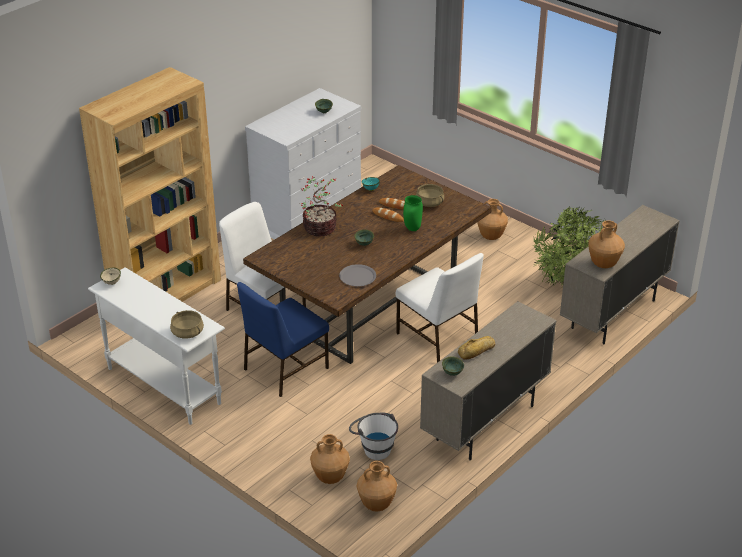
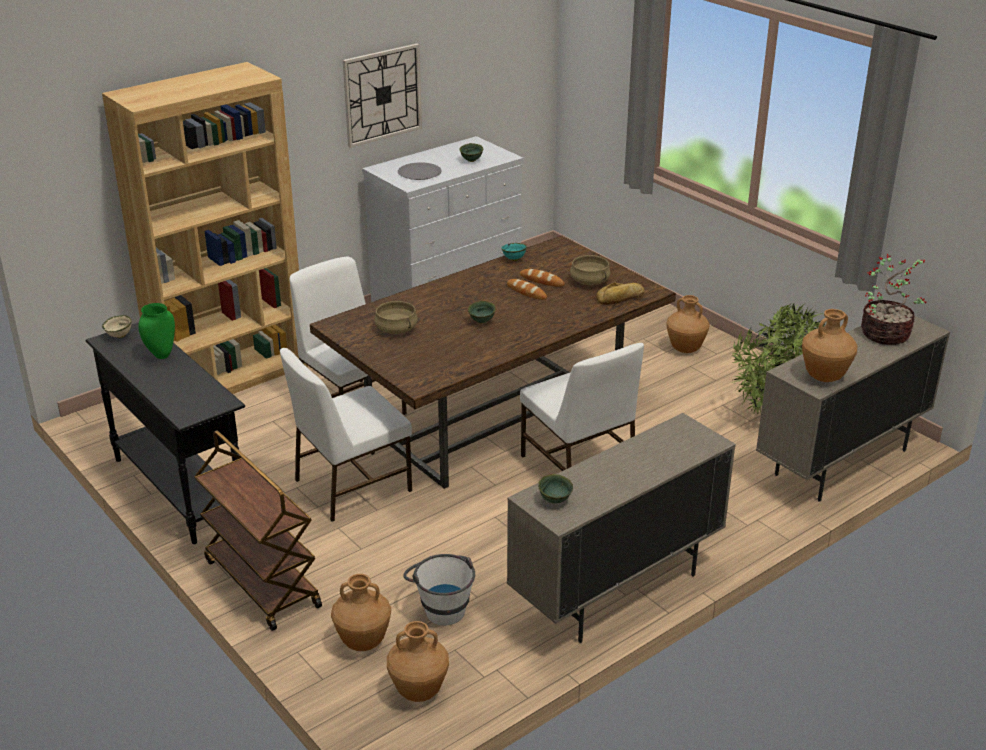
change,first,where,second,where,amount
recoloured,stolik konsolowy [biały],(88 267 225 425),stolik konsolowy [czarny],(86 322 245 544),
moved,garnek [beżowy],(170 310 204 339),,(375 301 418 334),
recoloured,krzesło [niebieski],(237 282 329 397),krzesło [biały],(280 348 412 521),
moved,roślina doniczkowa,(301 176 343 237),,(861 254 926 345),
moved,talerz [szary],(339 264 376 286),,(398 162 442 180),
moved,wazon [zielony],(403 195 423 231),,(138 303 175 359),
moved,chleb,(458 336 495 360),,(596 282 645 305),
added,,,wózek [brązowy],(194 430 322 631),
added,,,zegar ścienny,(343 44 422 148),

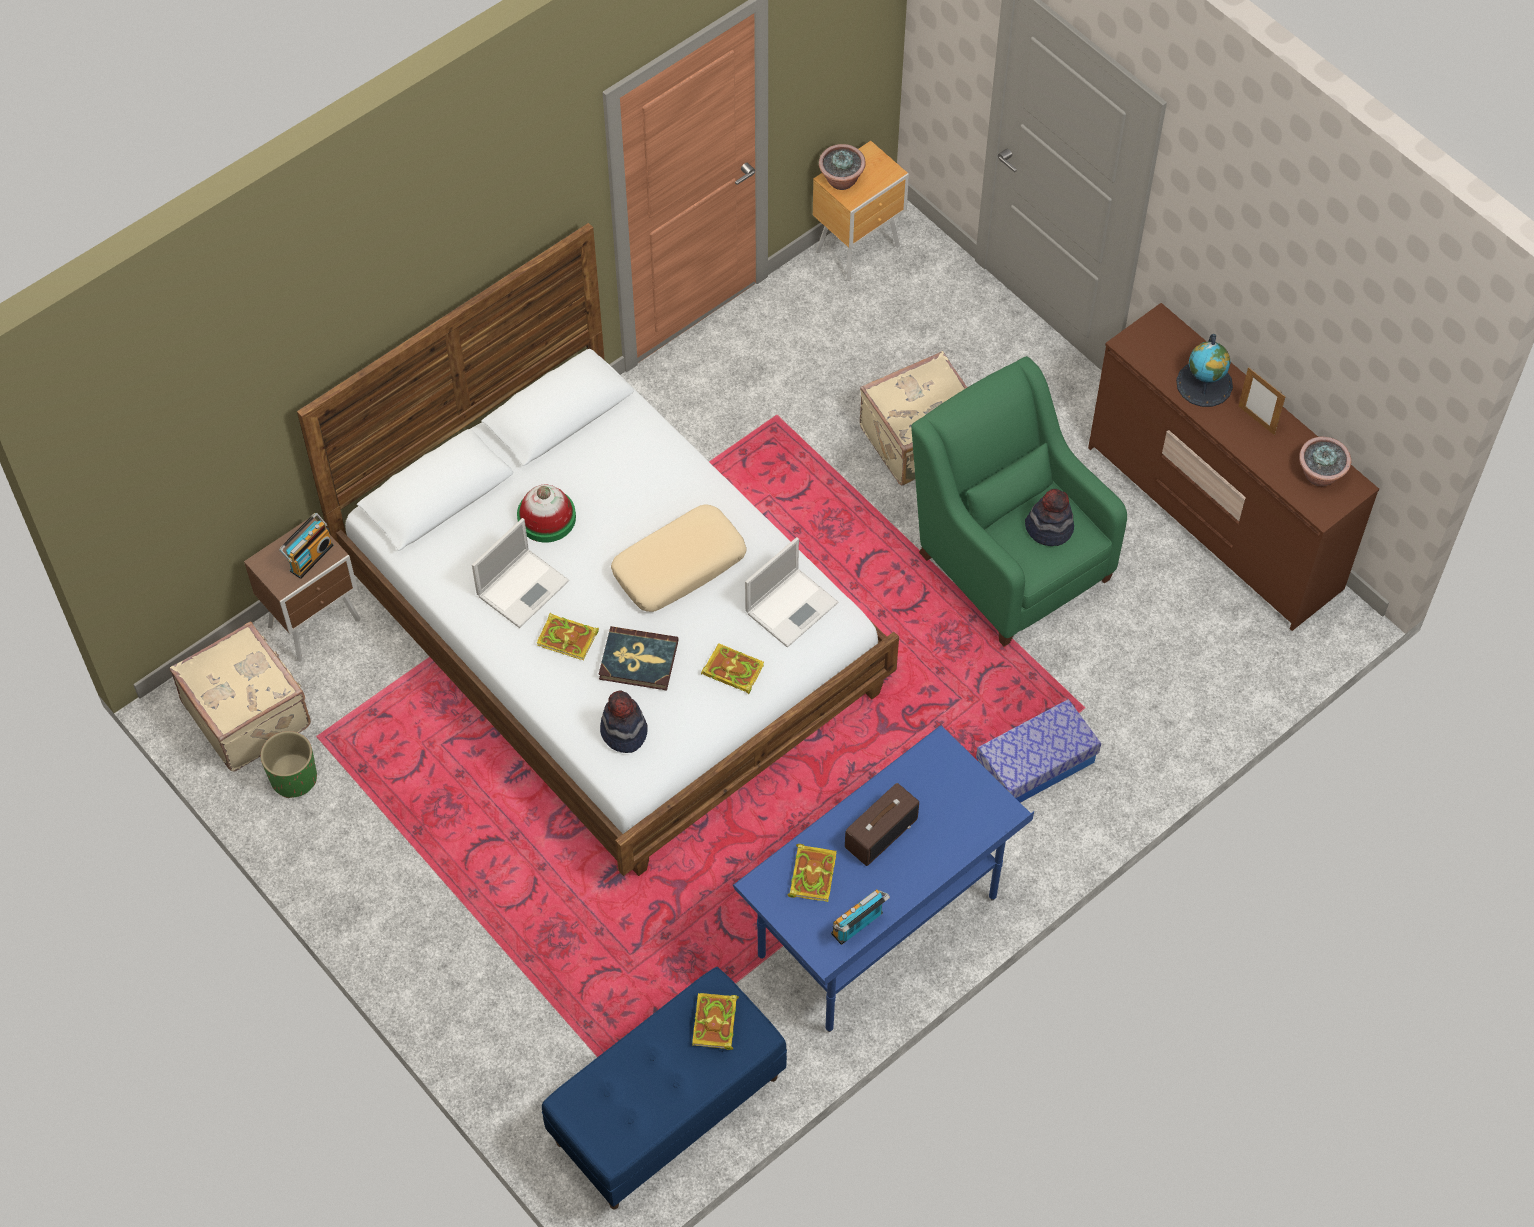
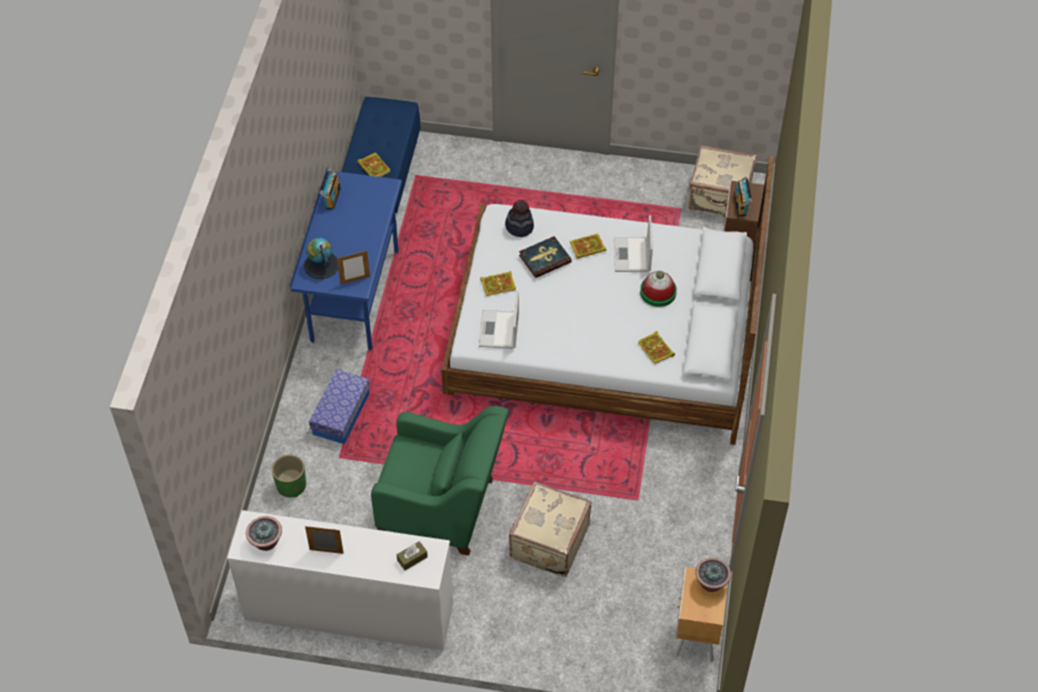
change,first,where,second,where,amount
moved,donica [zielony],(260 731 317 798),,(272 454 306 498),
removed,poduszka [beżowy],(611 505 747 612),,,
moved,książka,(788 844 837 902),,(638 331 675 364),
removed,radio,(845 783 919 866),,,
removed,kapelusz,(1025 489 1074 546),,,
recoloured,komoda [brązowy],(1088 303 1379 631),komoda [biały],(227 510 453 650),
moved,globus,(1176 334 1233 407),,(304 238 338 279),
added,,,ramka na zdjęcie,(337 251 370 284),
added,,,pudełko chusteczek [brązowy],(397 541 428 570),

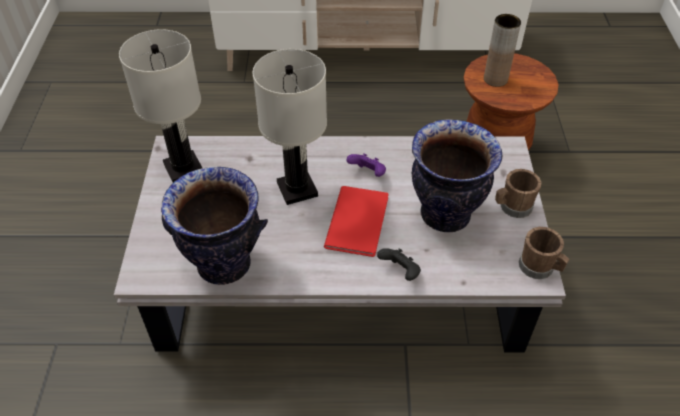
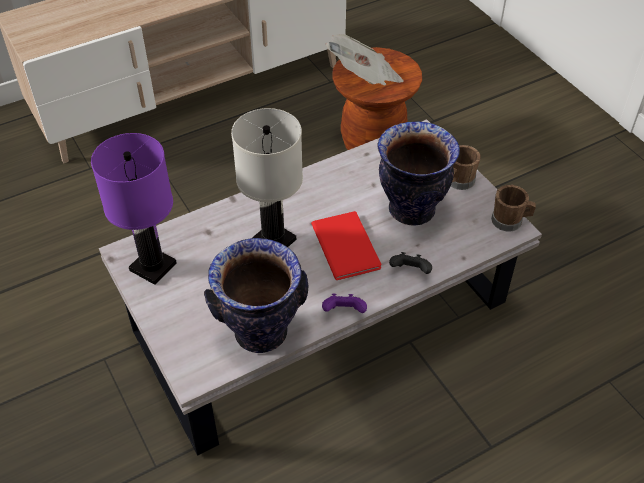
change,first,where,second,where,amount
recoloured,lampa stołowa [biały],(119 29 202 182),lampa stołowa [fioletowy],(91 133 177 285),
moved,pad do gier [fioletowy],(347 153 386 177),,(322 294 367 313),
replaced,wazon [brązowy],(484 14 521 87),gazeta,(325 34 404 86),

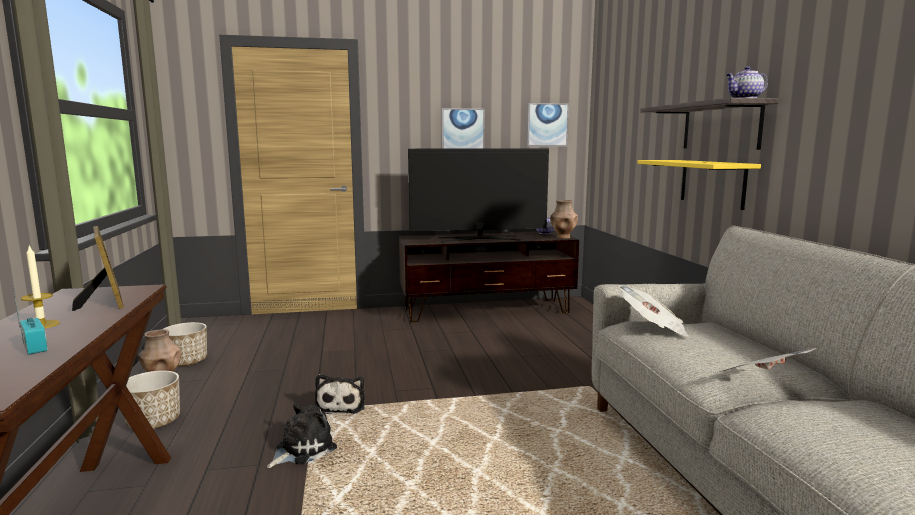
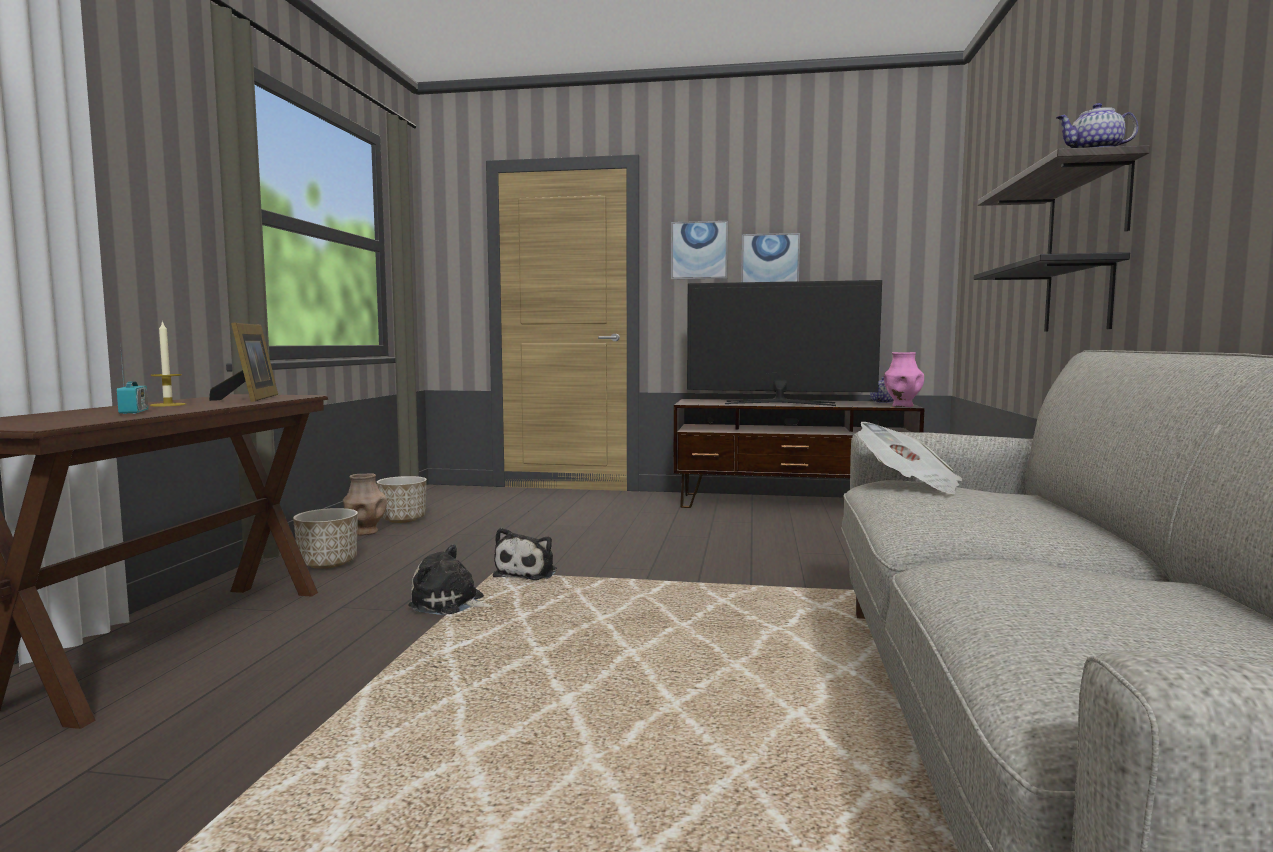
change,first,where,second,where,amount
turned,pluszak,(267 403 337 468),,(408 544 494 615),135 degrees counterclockwise
moved,obraz,(527 103 569 147),,(671 221 728 280),
recoloured,wazon [brązowy],(550 200 578 239),wazon [różowy],(884 352 924 407),
recoloured,półka [żółty],(637 160 761 210),półka [czarny],(974 252 1130 332),
removed,gazeta,(715 348 818 373),,,

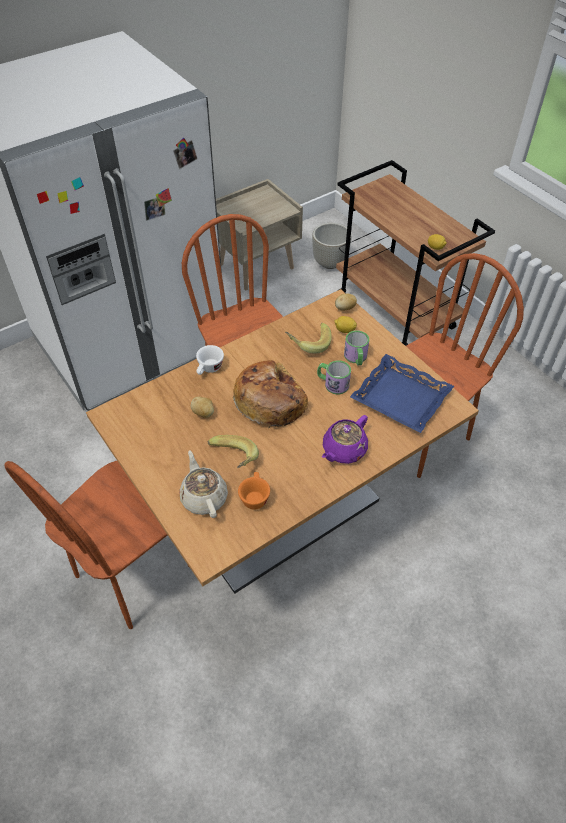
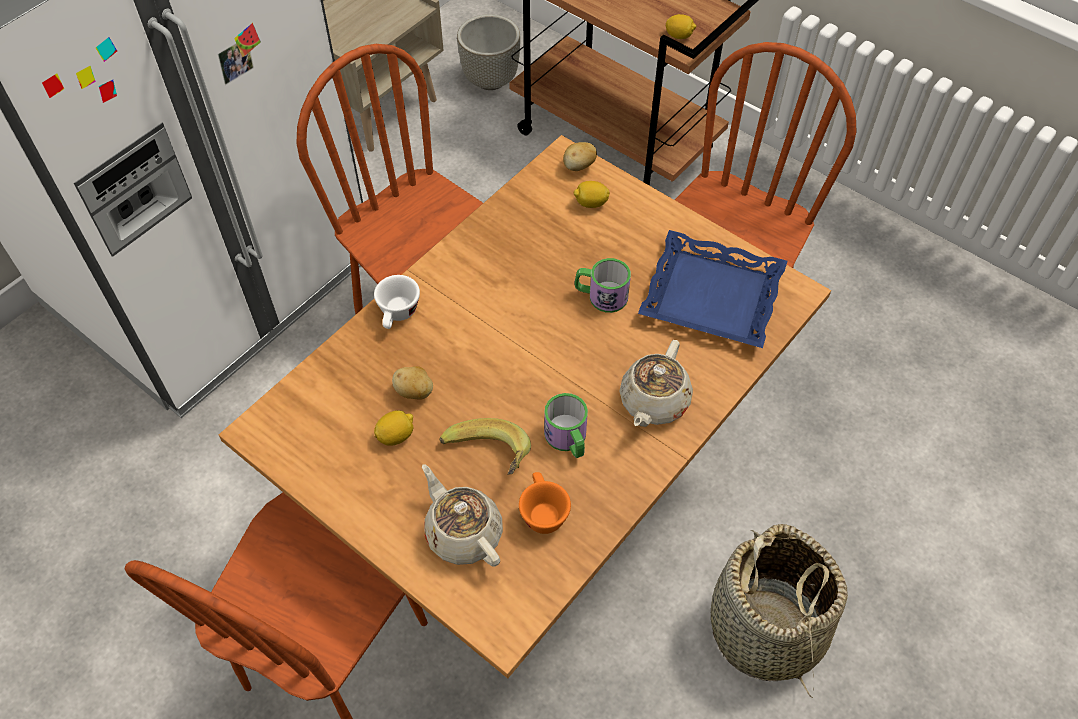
change,first,where,second,where,amount
removed,chleb,(233 360 308 428),,,
removed,banan,(285 323 332 354),,,
recoloured,imbryk [fioletowy],(322 415 368 464),imbryk [beżowy],(620 340 693 427),
moved,kubek,(344 330 369 365),,(544 393 588 458),
added,,,cytryna,(374 410 413 446),
added,,,koszyk,(711 524 848 698),

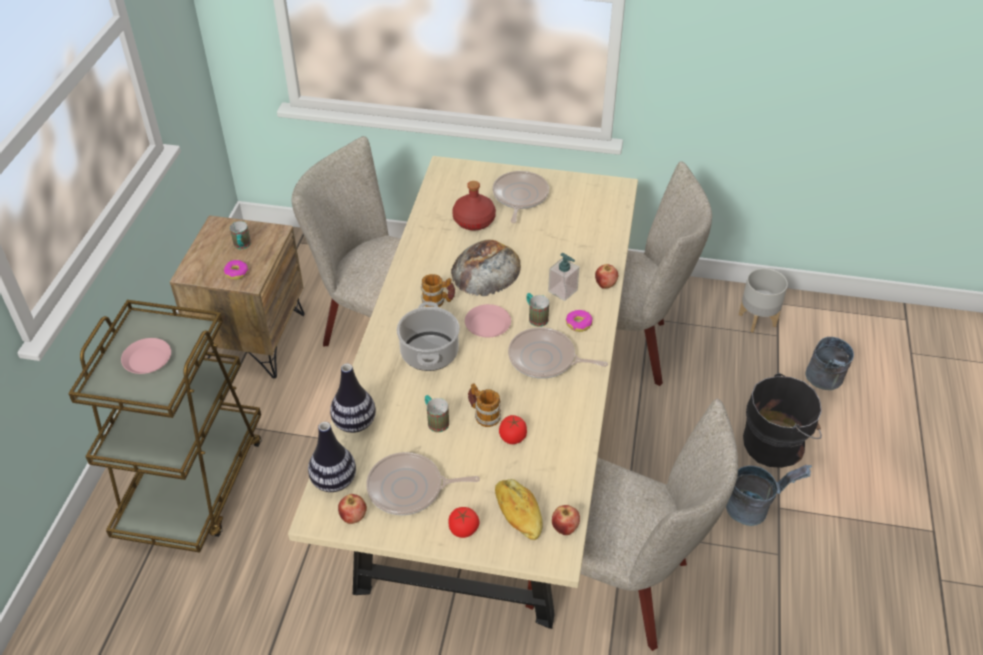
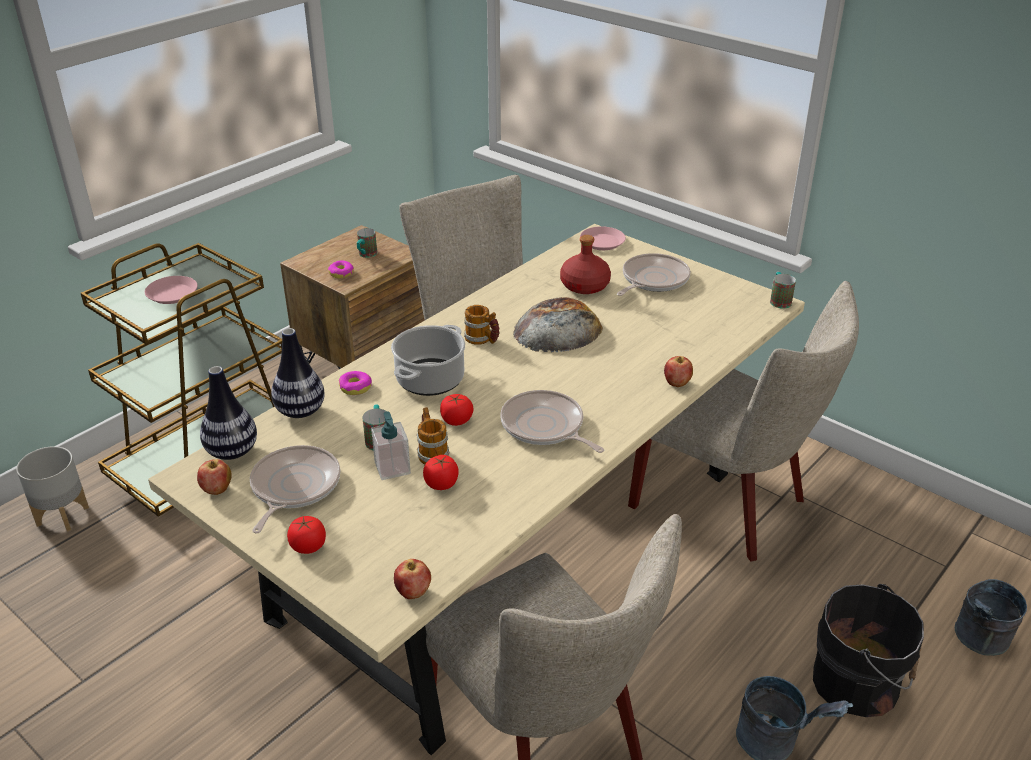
change,first,where,second,where,amount
turned,patelnia,(366 452 480 515),,(250 445 341 533),75 degrees clockwise
moved,talerz [różowy],(465 304 511 337),,(580 226 626 250),
removed,chleb,(495 479 543 540),,,
moved,kubek,(526 293 549 327),,(770 272 796 309),
moved,dozownik mydła,(548 253 580 301),,(371 411 411 480),
moved,donut,(566 310 593 332),,(339 371 372 395),
moved,donica [szary],(739 268 788 333),,(16 446 89 532),
added,,,pomidor,(440 394 474 426),

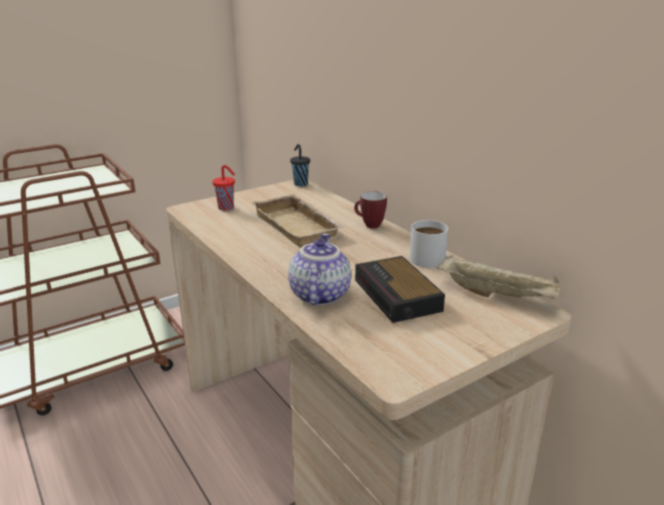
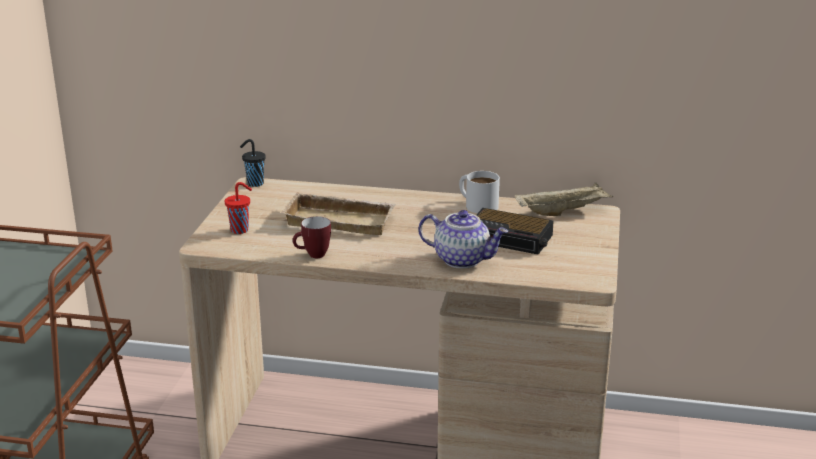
change,first,where,second,where,amount
turned,imbryk,(288 233 351 305),,(418 210 508 269),150 degrees clockwise
moved,kubek,(354 191 387 229),,(293 216 331 258),

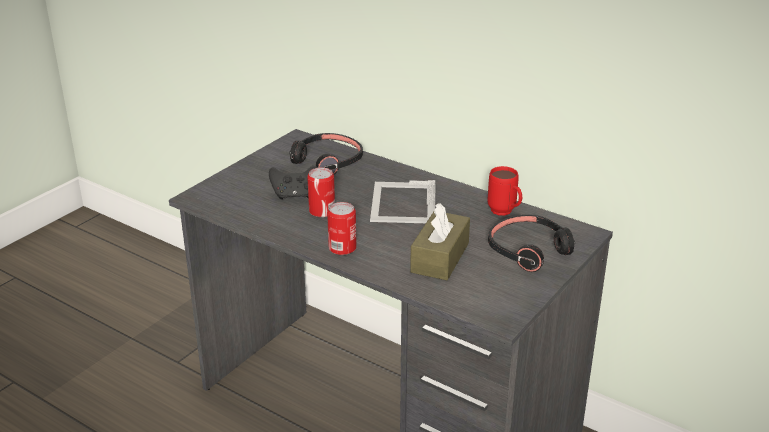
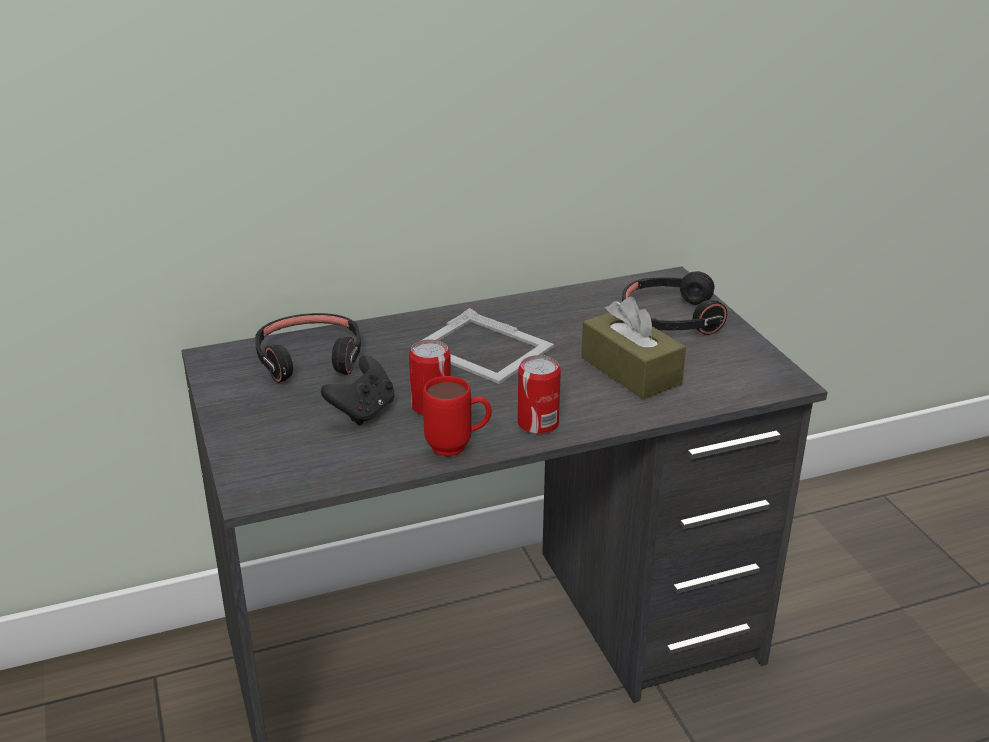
change,first,where,second,where,amount
moved,kubek [czerwony],(488 166 522 216),,(423 376 492 457),

